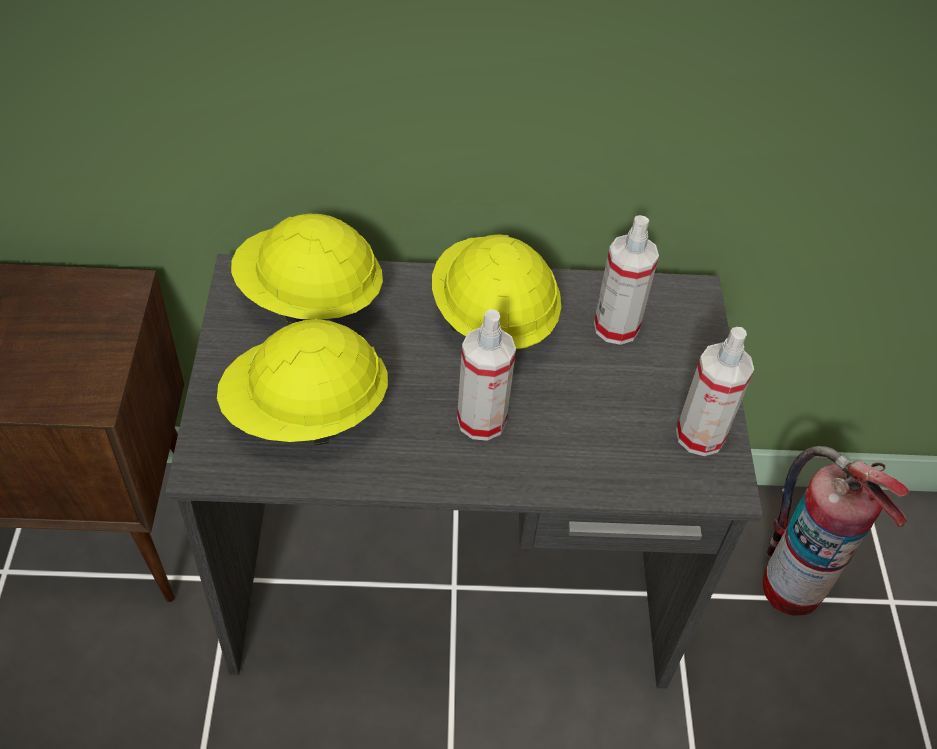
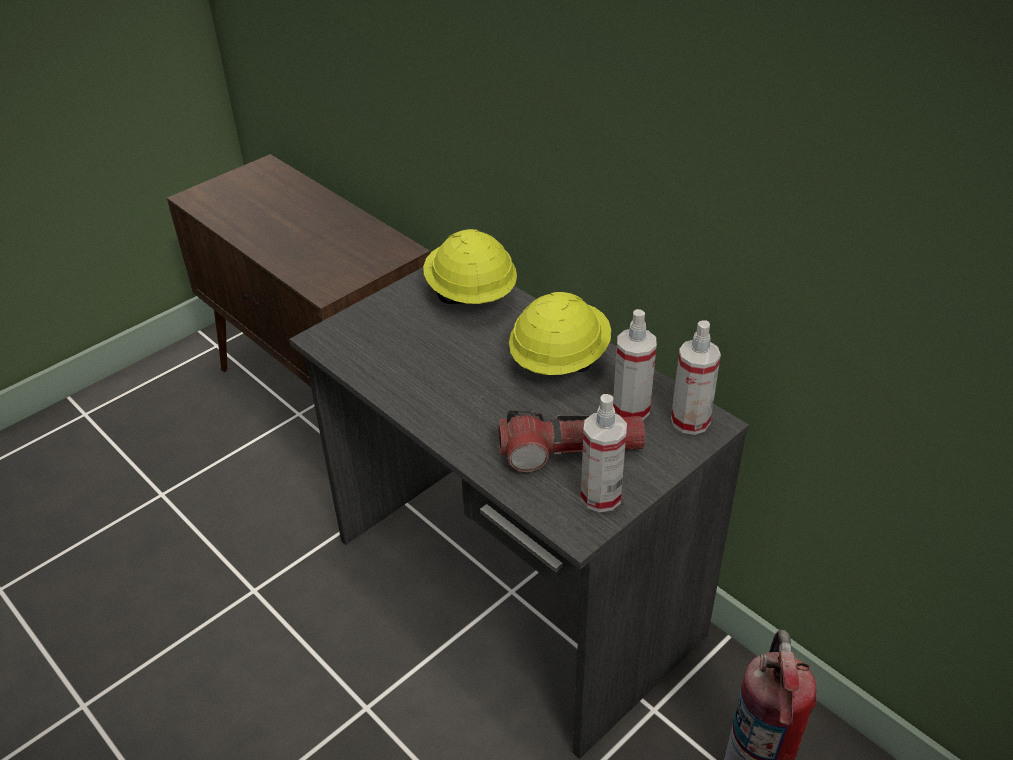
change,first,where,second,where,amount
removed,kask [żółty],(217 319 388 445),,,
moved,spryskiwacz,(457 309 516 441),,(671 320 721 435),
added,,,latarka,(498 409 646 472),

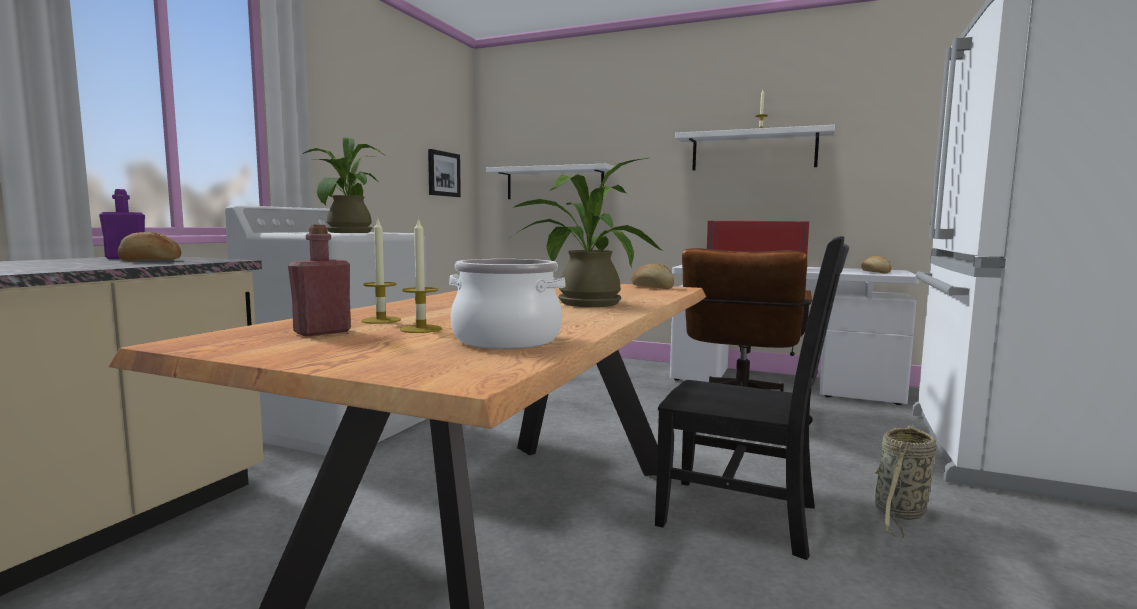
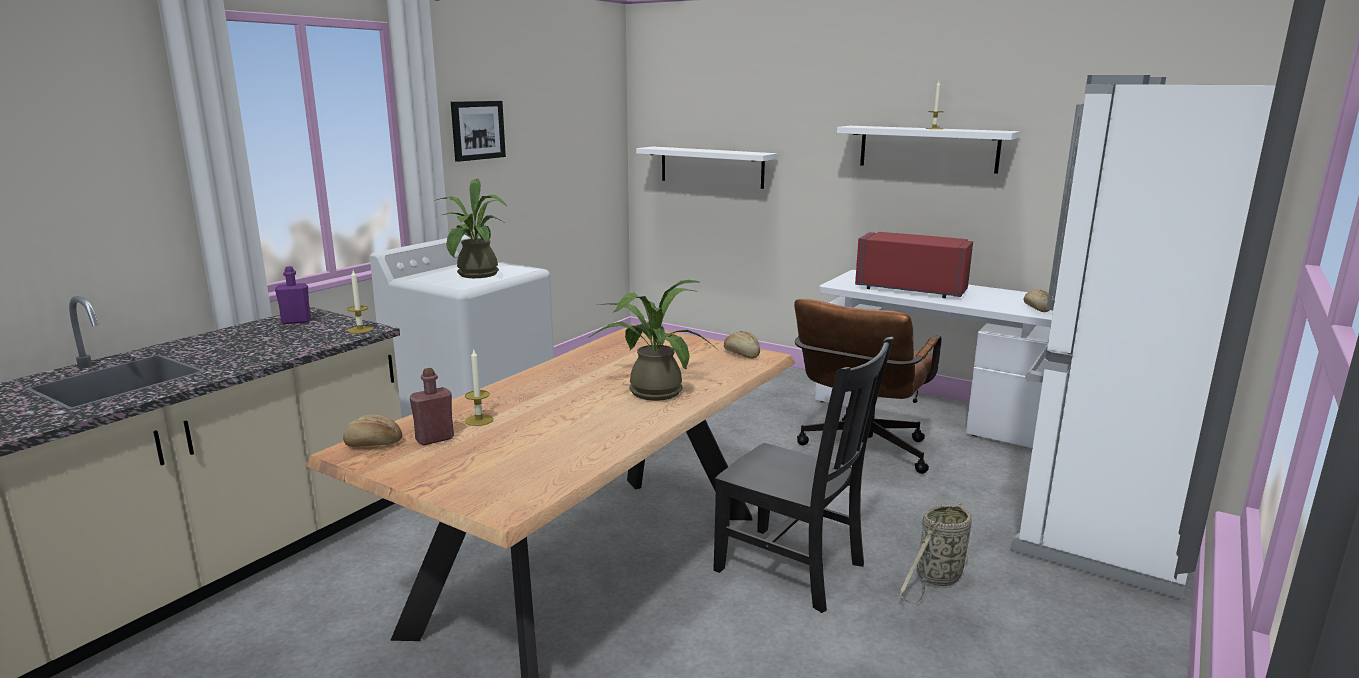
change,first,where,second,where,amount
moved,chleb,(118 232 181 261),,(343 415 402 447),
moved,świeca,(400 217 442 333),,(347 271 373 334),
moved,obraz,(428 149 461 197),,(451 101 506 162),
removed,garnek,(449 259 566 349),,,

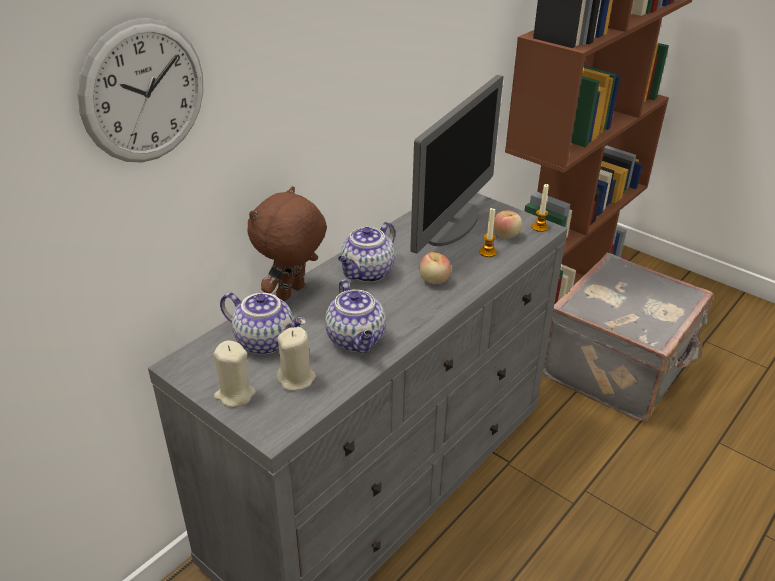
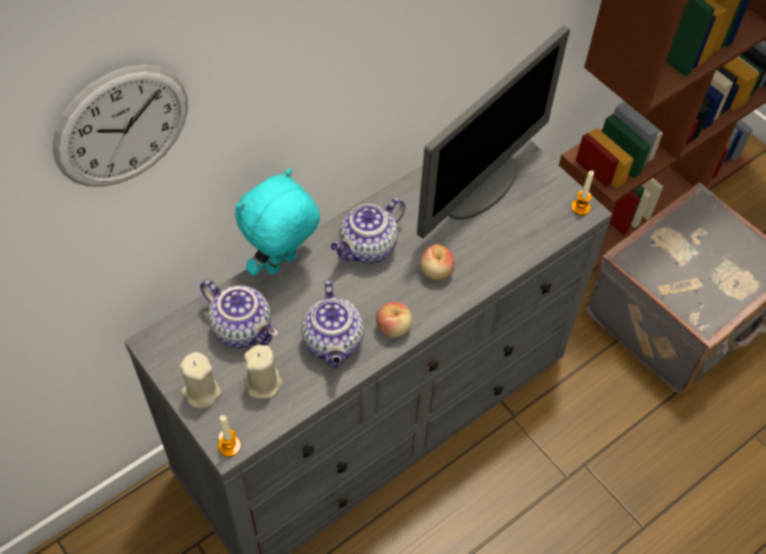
change,first,where,second,where,amount
recoloured,pluszak [brązowy],(247 186 327 301),pluszak [turkusowy],(235 168 320 276),
moved,świeca,(479 208 497 257),,(218 415 241 457),
moved,jabłko,(493 210 522 239),,(376 302 412 338),

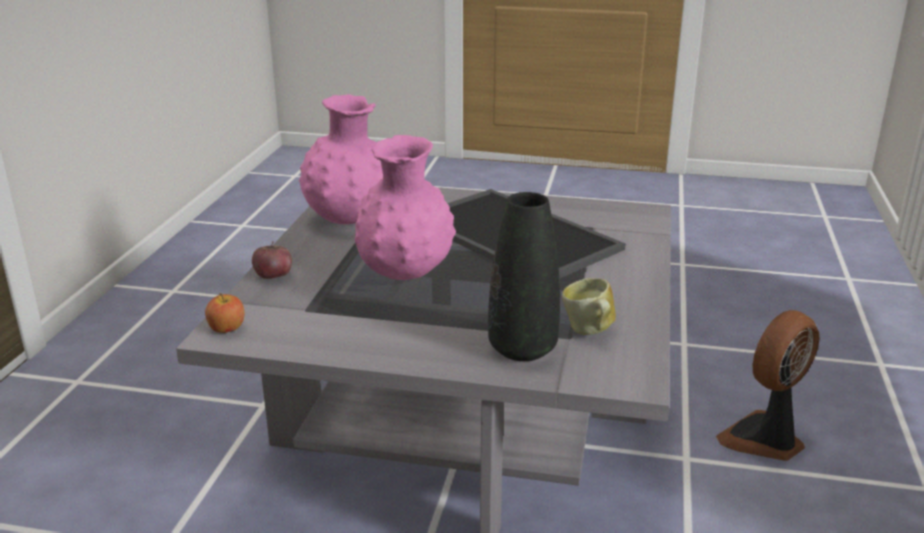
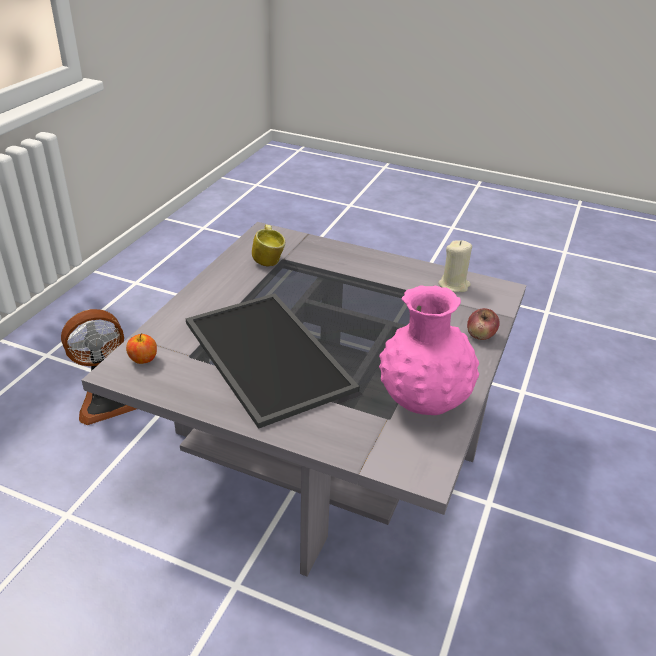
change,first,where,second,where,amount
moved,jabłko,(205 293 245 333),,(126 333 157 364),
removed,wazon [różowy],(355 135 456 280),,,
removed,wazon [czarny],(488 192 560 361),,,
added,,,świeca [beżowy],(438 240 472 292),

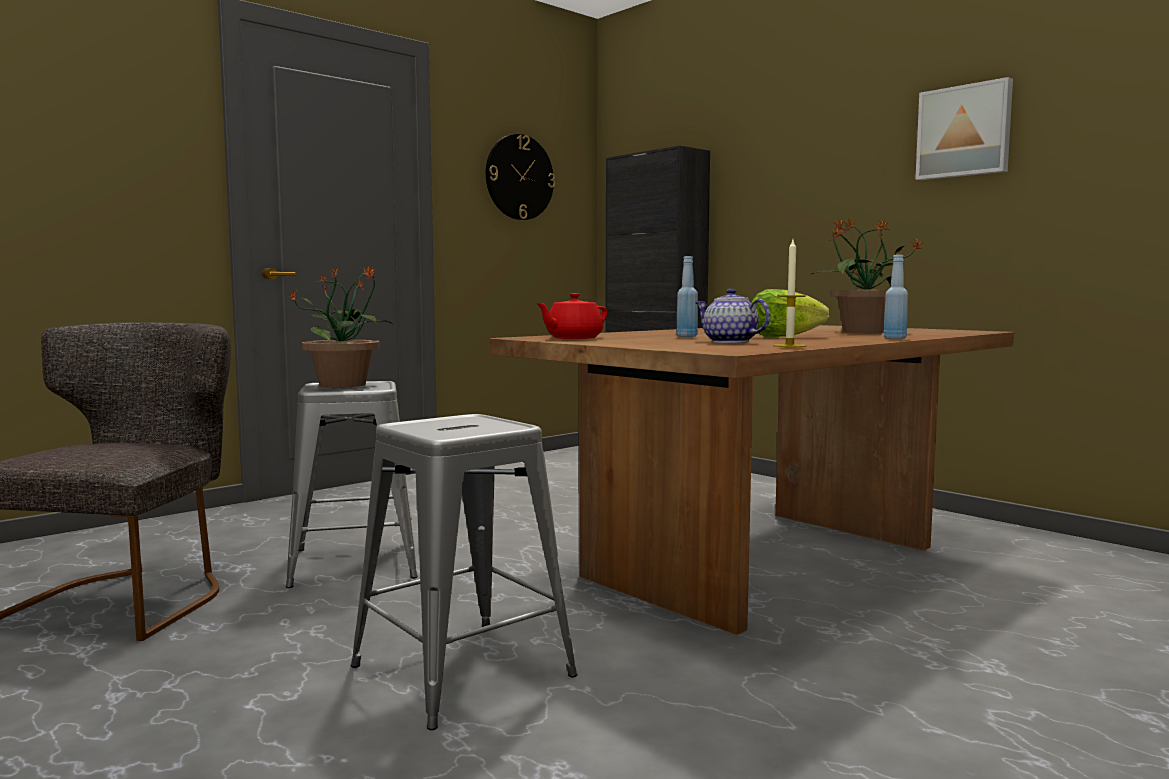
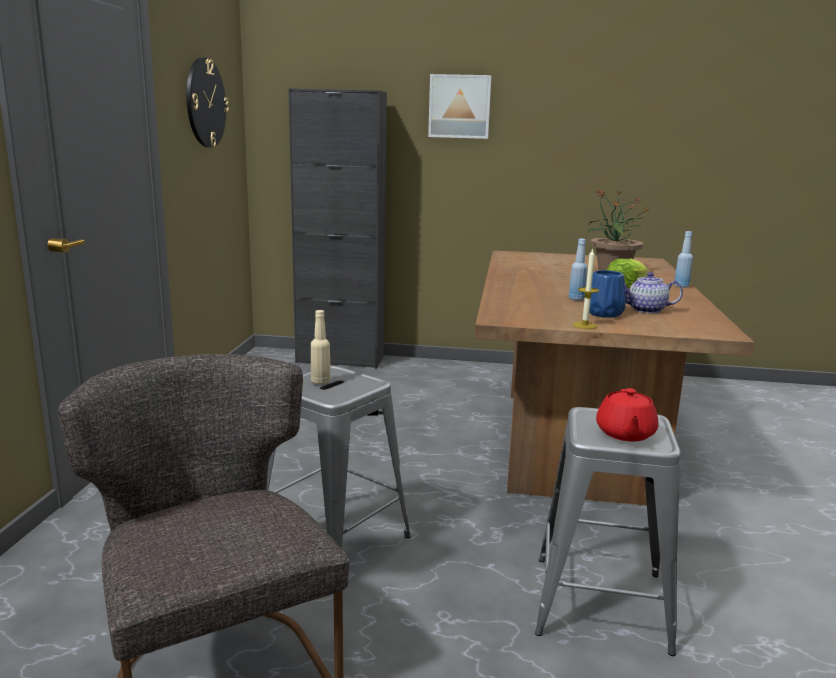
change,first,where,second,where,amount
replaced,roślina doniczkowa,(286 266 394 388),butelka [beżowy],(311 310 331 384),
moved,imbryk [czerwony],(536 293 607 339),,(596 388 658 442),
moved,świeca,(773 240 807 347),,(573 248 599 329),
moved,obraz,(915 77 1013 180),,(428 74 491 139),
added,,,wazon [niebieski],(589 270 626 318),

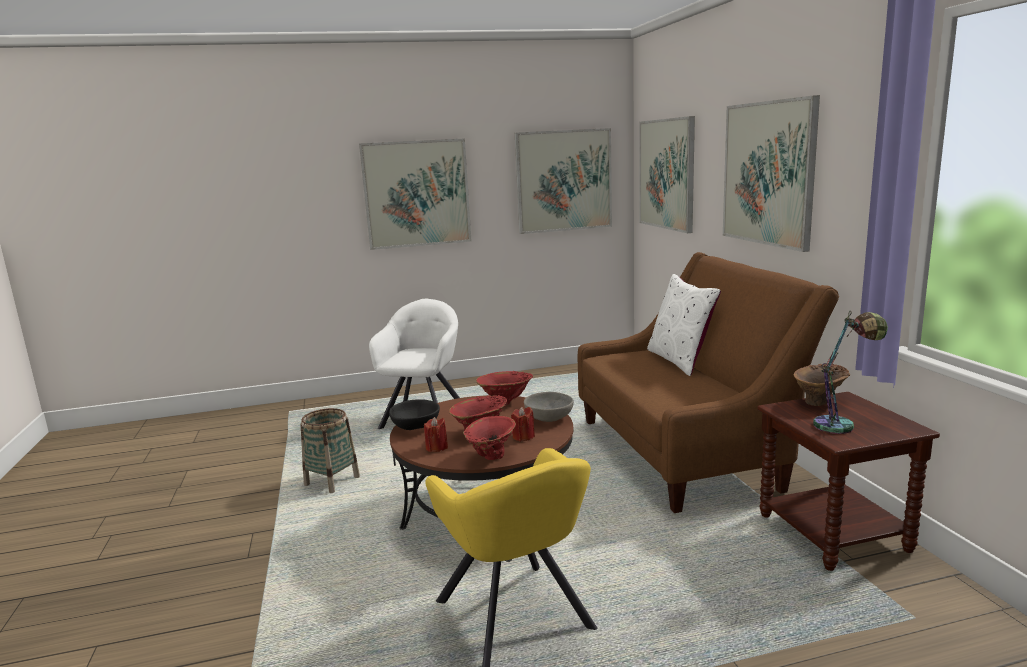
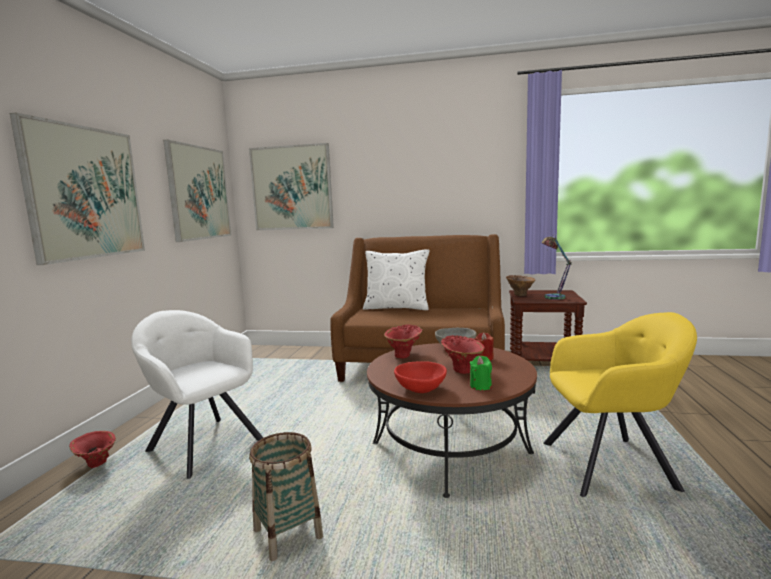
change,first,where,second,where,amount
recoloured,miska [czarny],(389 399 440 430),miska [czerwony],(394 361 447 393),
recoloured,świeca [czerwony],(424 417 448 452),świeca [zielony],(470 356 492 390),
moved,wazon [czerwony],(463 416 516 460),,(69 431 116 468),
removed,obraz,(723 95 820 252),,,

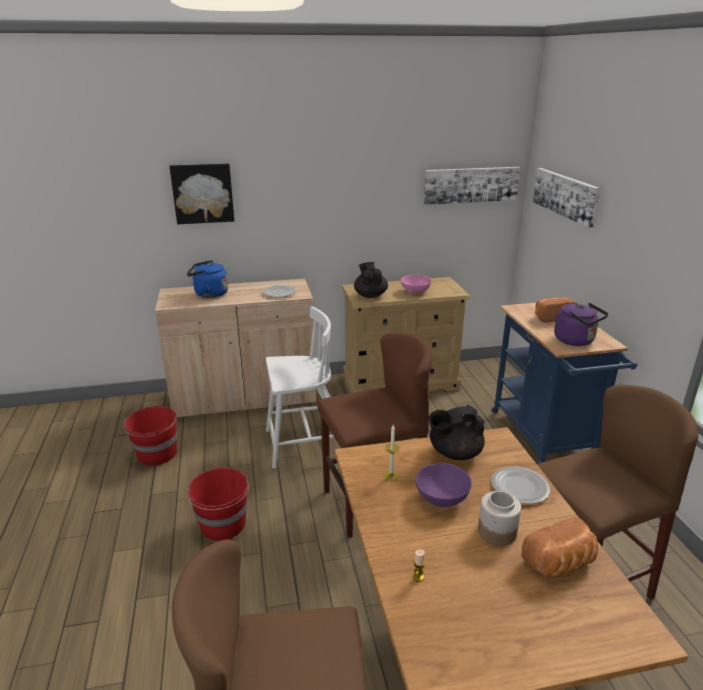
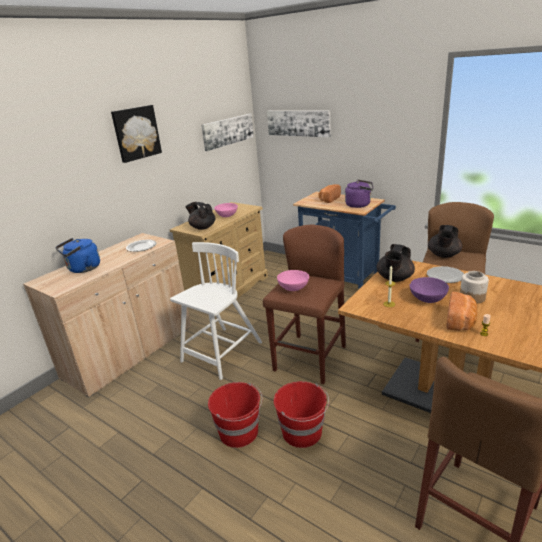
change,first,where,second,where,amount
moved,wiadro [czerwony],(123 406 177 466),,(274 381 329 448),
moved,obraz,(170 163 234 224),,(111 105 162 163),
moved,chleb,(522 517 598 578),,(446 292 477 331),
added,,,miska [różowy],(277 270 309 291),
added,,,imbryk [czarny],(428 225 462 258),

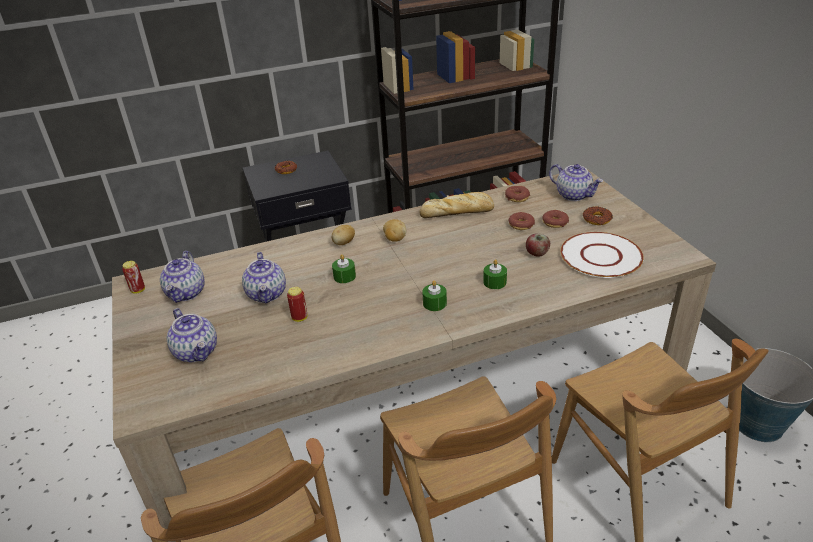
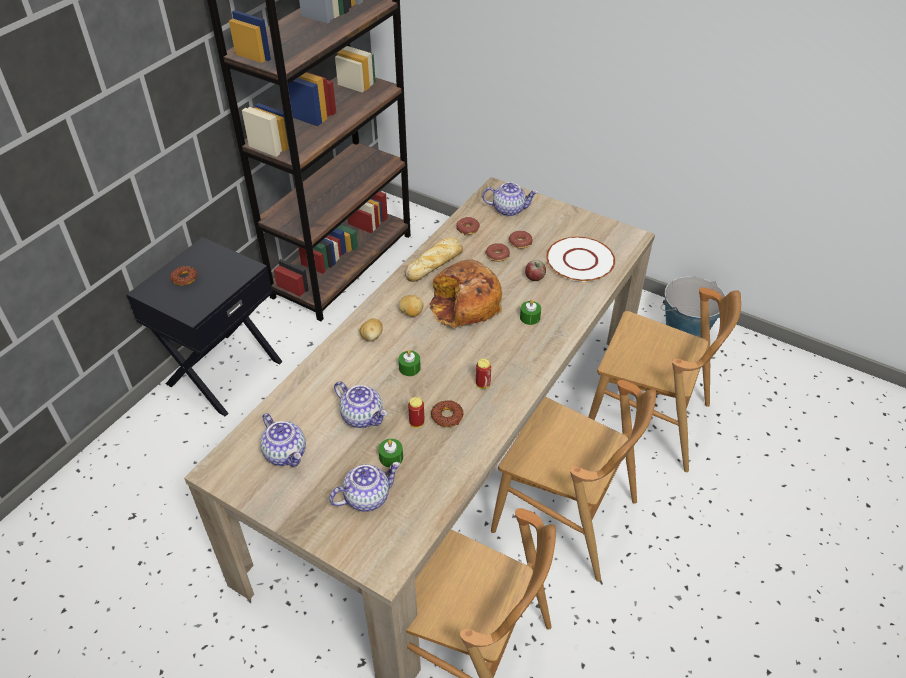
change,first,where,second,where,amount
moved,puszka,(122 261 145 294),,(476 359 491 389),
turned,imbryk,(167 308 217 362),,(329 462 400 512),45 degrees counterclockwise
moved,świeca [zielony],(422 280 447 311),,(378 439 403 467),
moved,donut,(583 206 613 225),,(431 400 463 427),
added,,,chleb,(429 260 502 328),

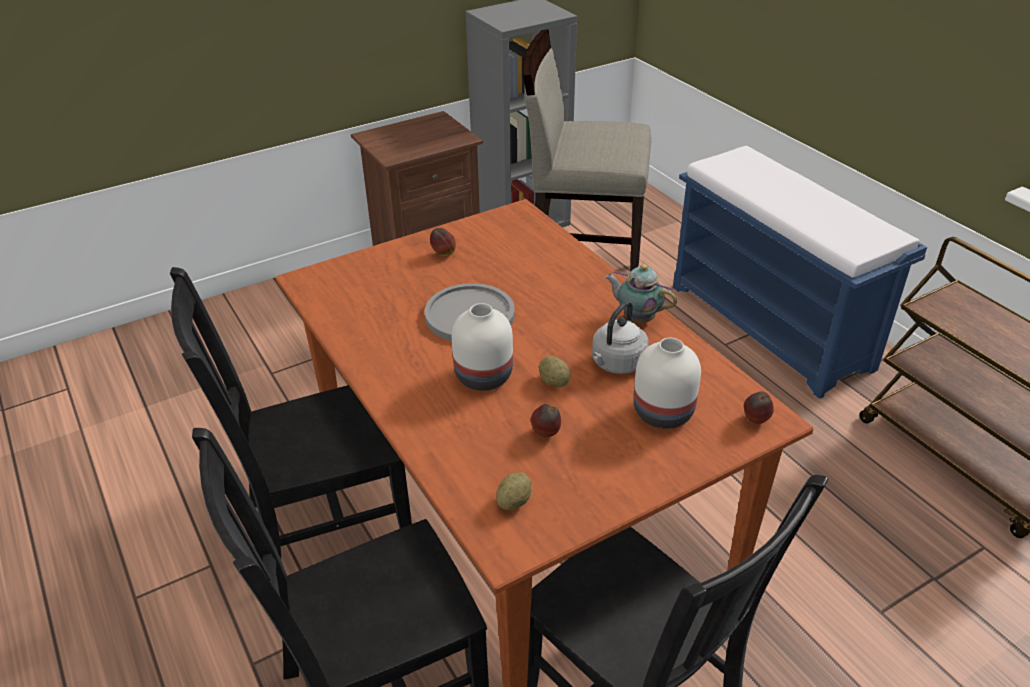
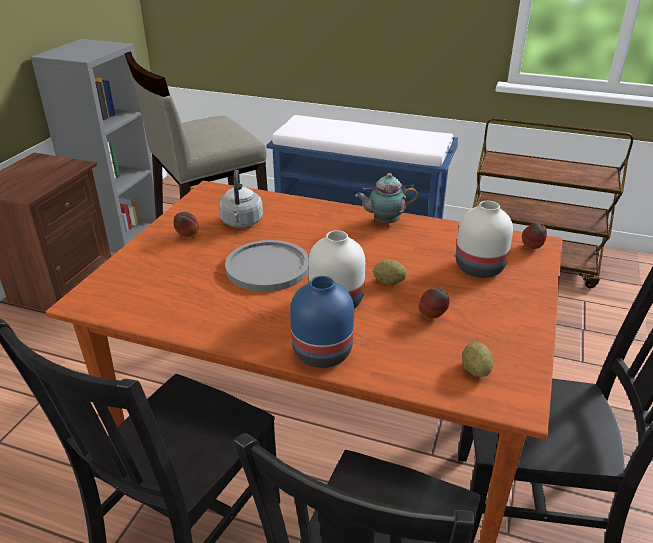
change,first,where,second,where,amount
moved,czajnik [szary],(592 301 649 374),,(219 170 263 228),
added,,,wazon [niebieski],(290 276 354 368),

